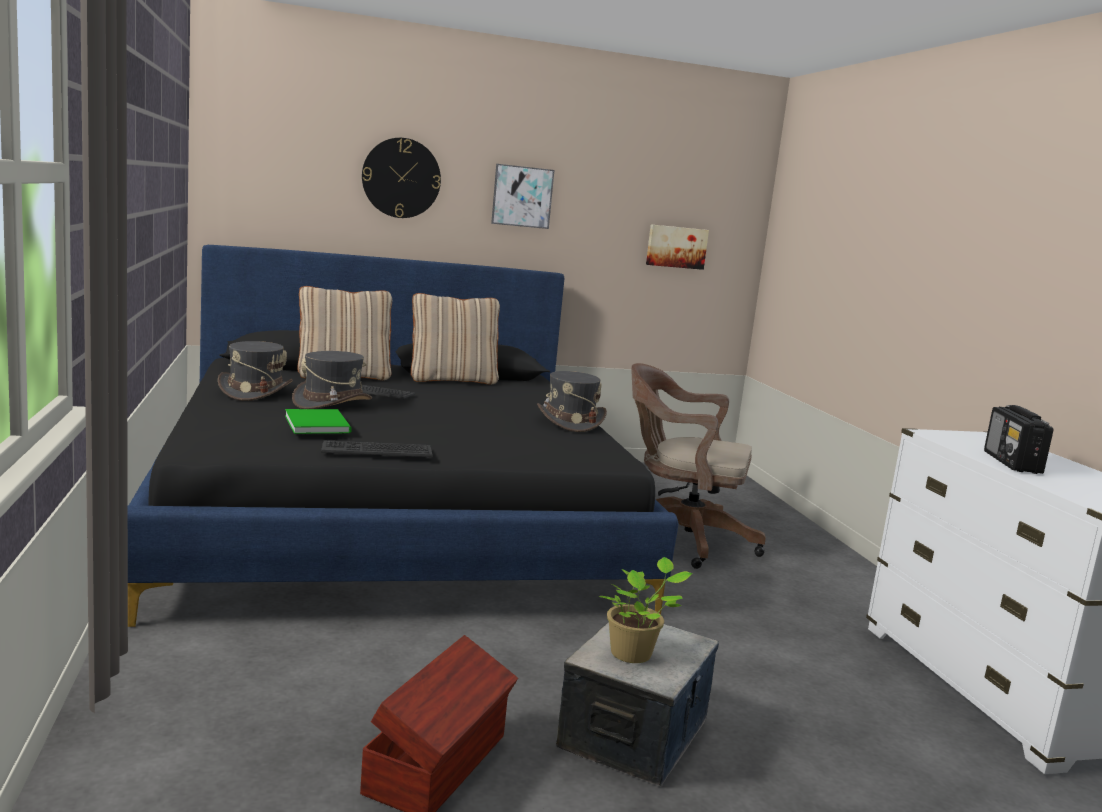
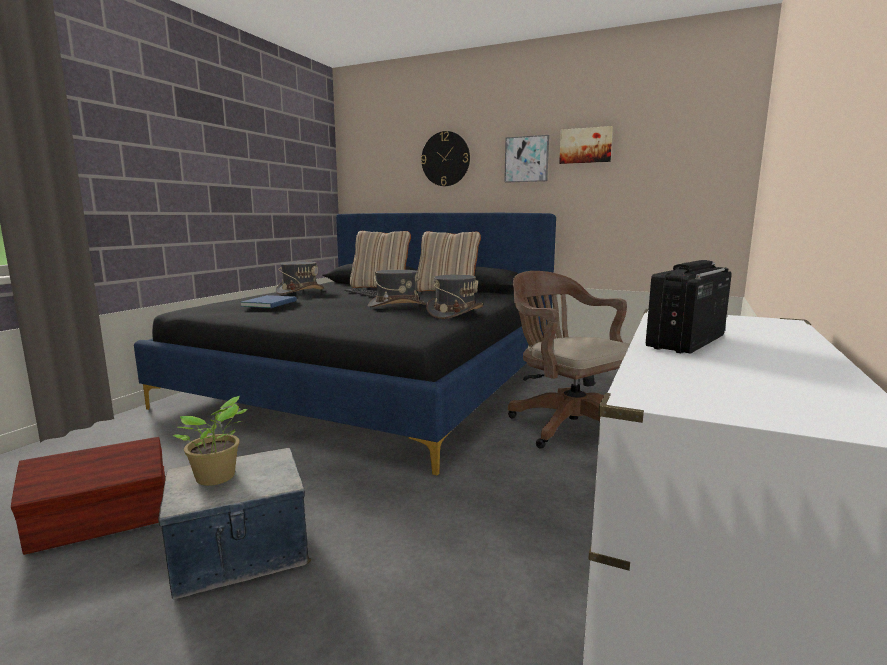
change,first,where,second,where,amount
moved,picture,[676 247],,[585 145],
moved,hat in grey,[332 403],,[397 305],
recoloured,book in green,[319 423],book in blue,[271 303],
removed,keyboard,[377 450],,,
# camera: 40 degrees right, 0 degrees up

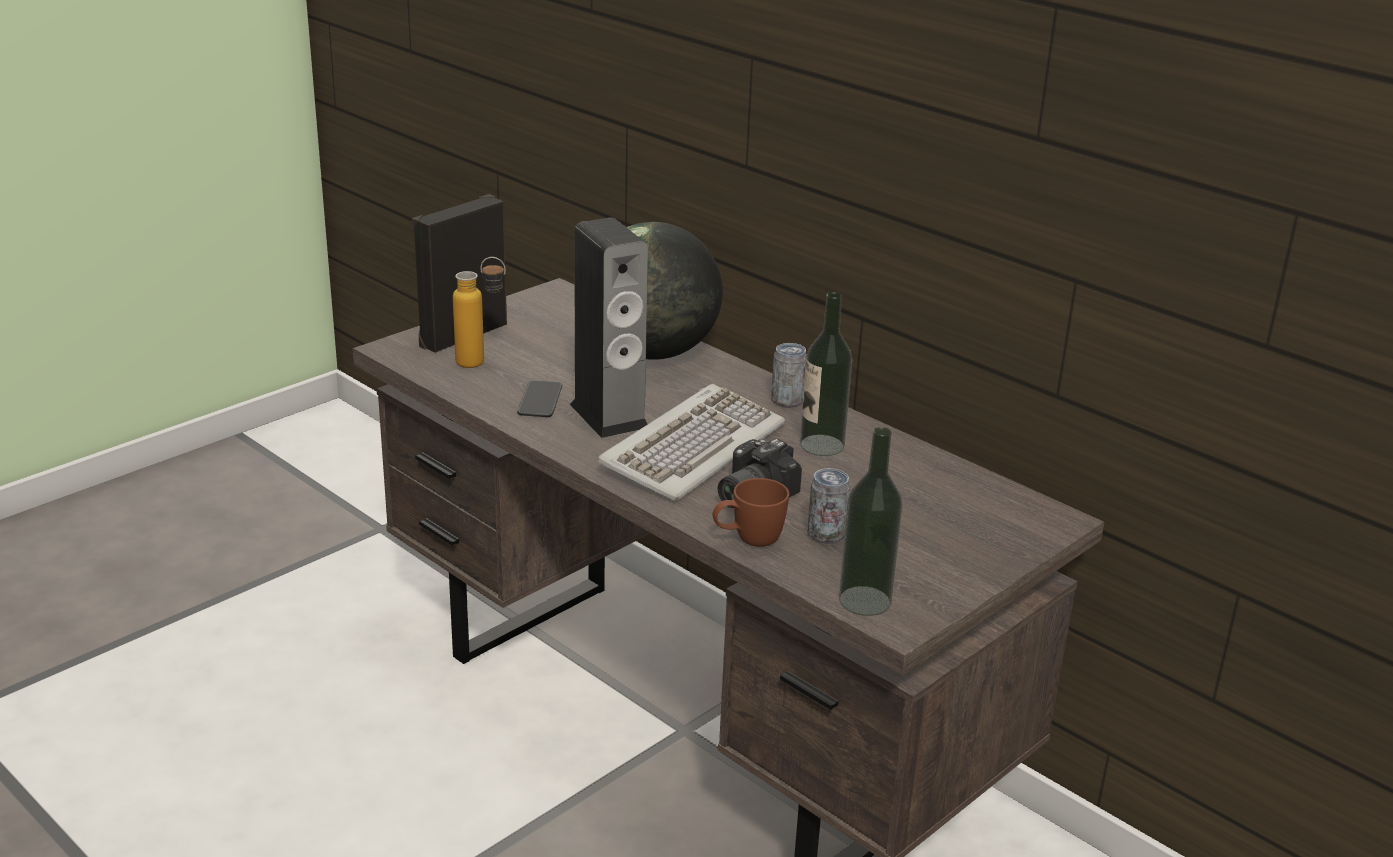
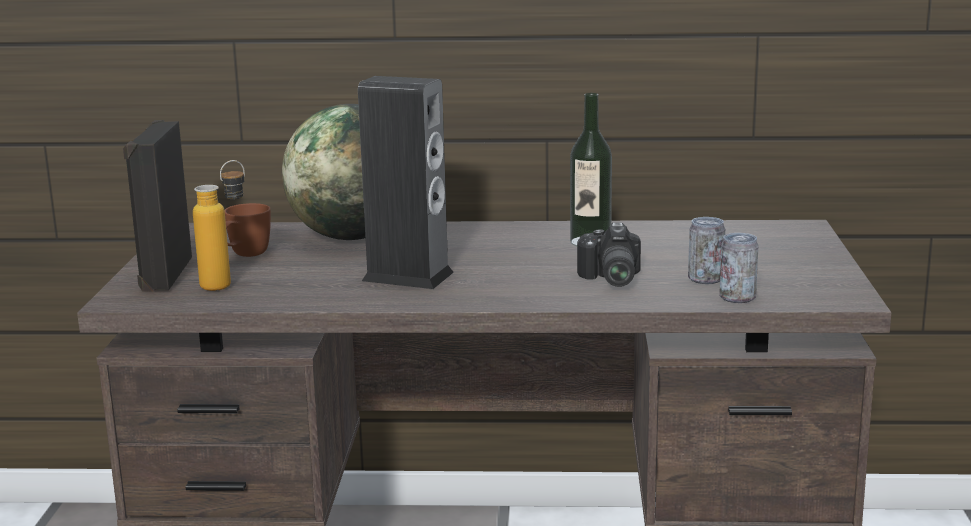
change,first,where,second,where,amount
moved,can,[787 401],,[737 297],
removed,phone,[540 400],,,
removed,keyboard,[692 448],,,
removed,bottle,[864 601],,,
moved,mug in brown,[748 541],,[245 256],
# camera: 40 degrees left, 10 degrees down

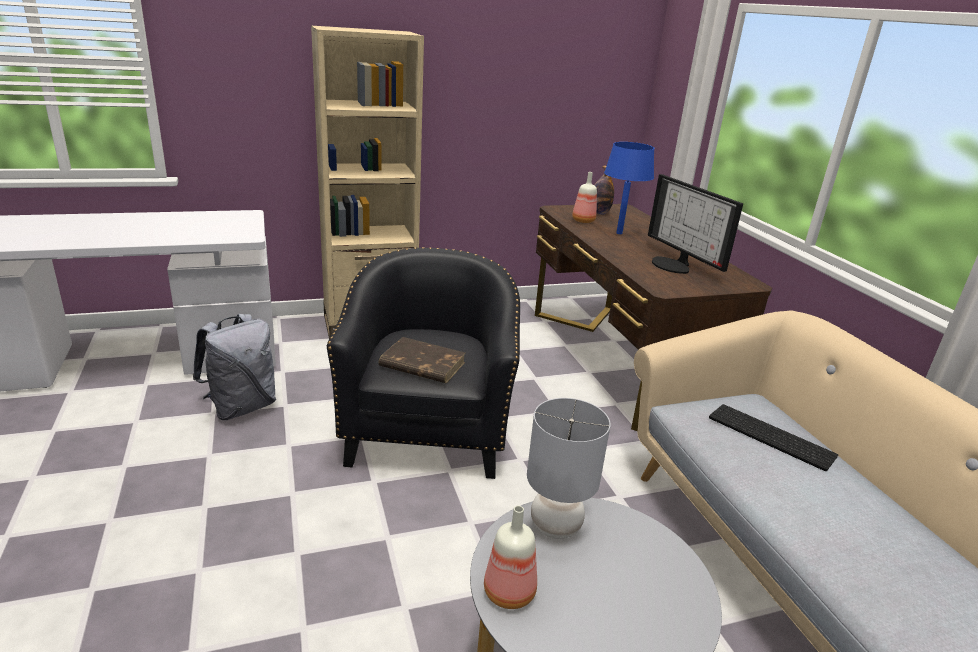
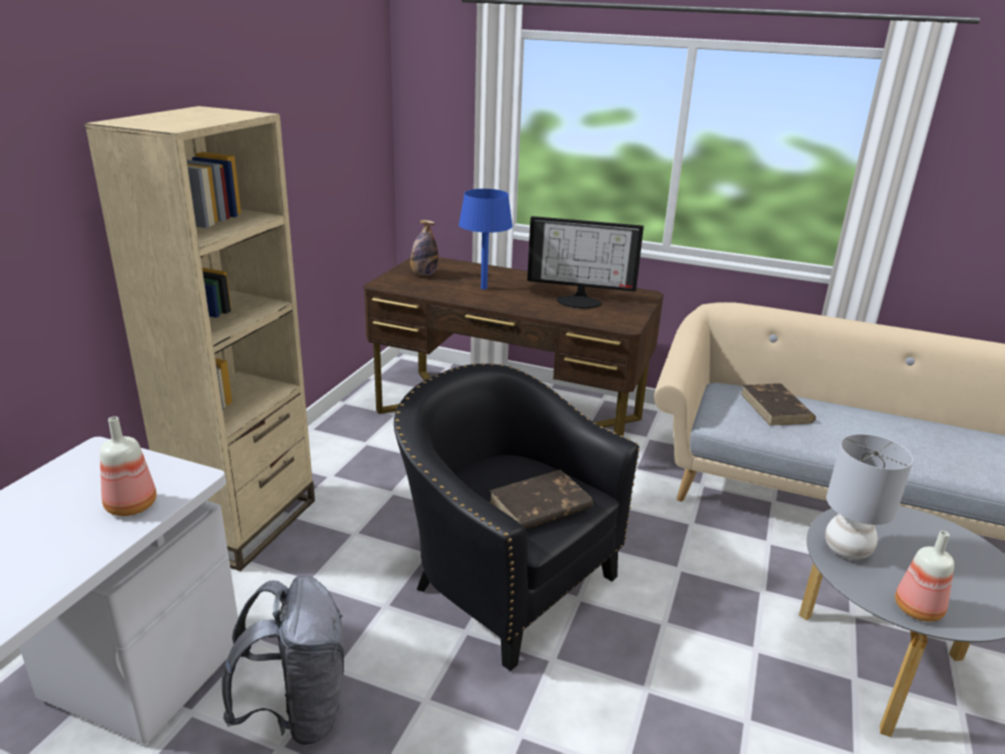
change,first,where,second,where,amount
moved,bottle,[582 221],,[130 507],
replaced,keyboard,[768 436],book in brown,[776 408],
# camera: 50 degrees left, 0 degrees up

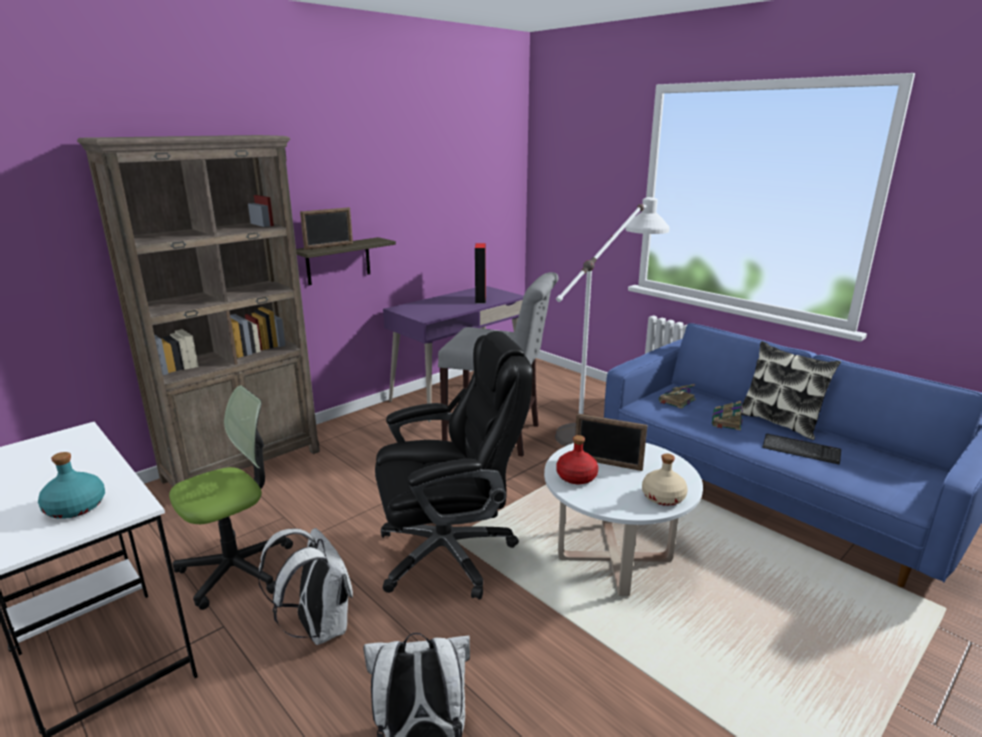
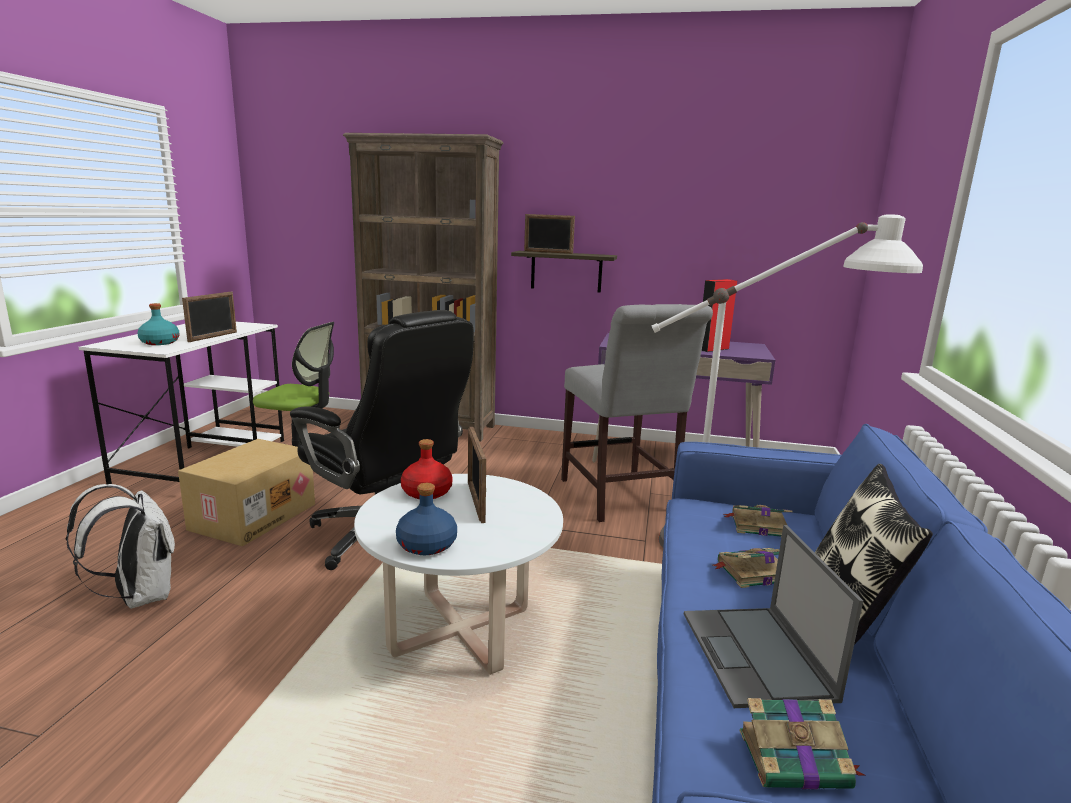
change,first,where,second,where,amount
replaced,keyboard,[800 450],laptop,[757 656],
recoloured,bottle in beige,[663 497],bottle in blue,[426 545],
replaced,backpack in white,[318 627],cardboard box,[253 516],
added,,,picture frame,[213 337],
added,,,book,[796 760],
# camera: 55 degrees right, 5 degrees down

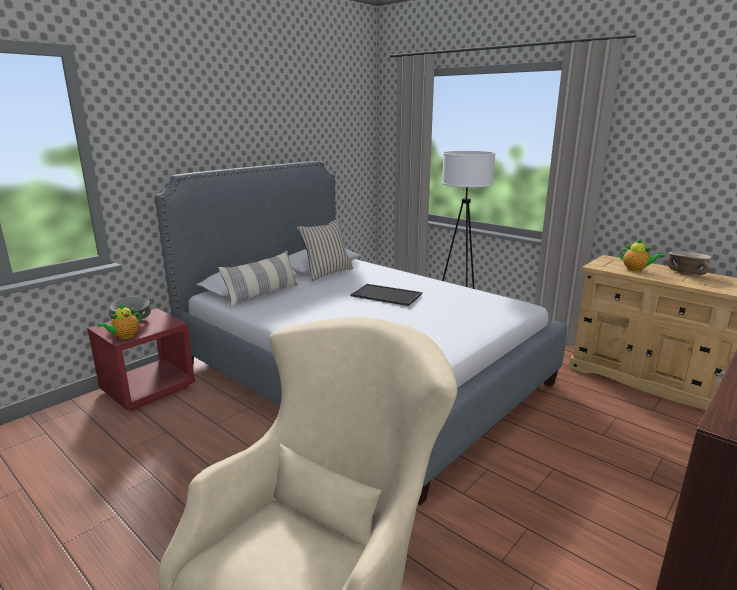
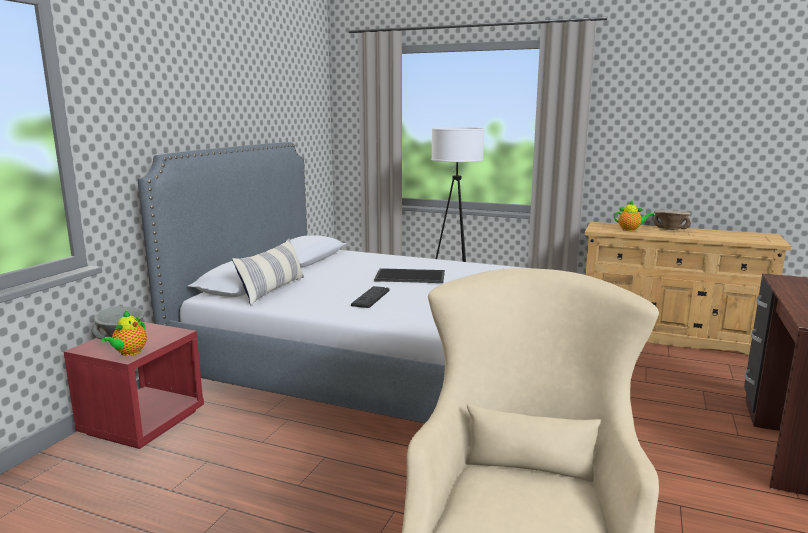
change,first,where,second,where,amount
removed,pillow in beige,[326 273],,,
added,,,keyboard,[371 298],
# camera: 20 degrees left, 5 degrees down

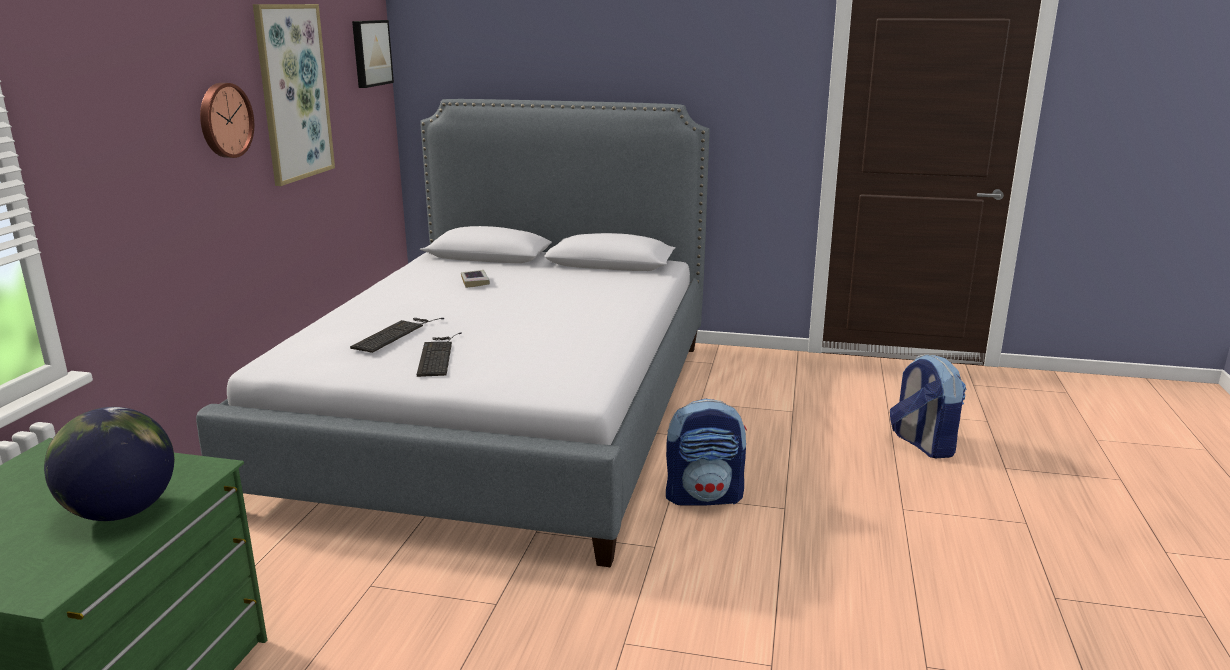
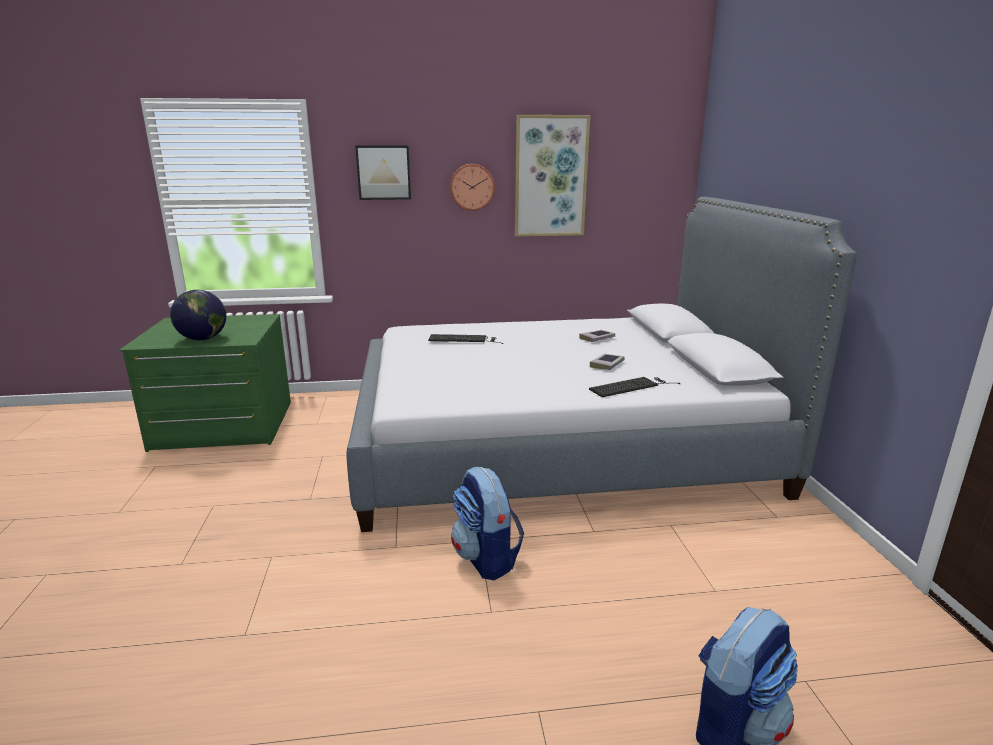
change,first,where,second,where,amount
moved,picture,[370 53],,[384 172],
moved,keyboard,[437 355],,[632 386],
added,,,book,[607 364],
# camera: 70 degrees right, 0 degrees up

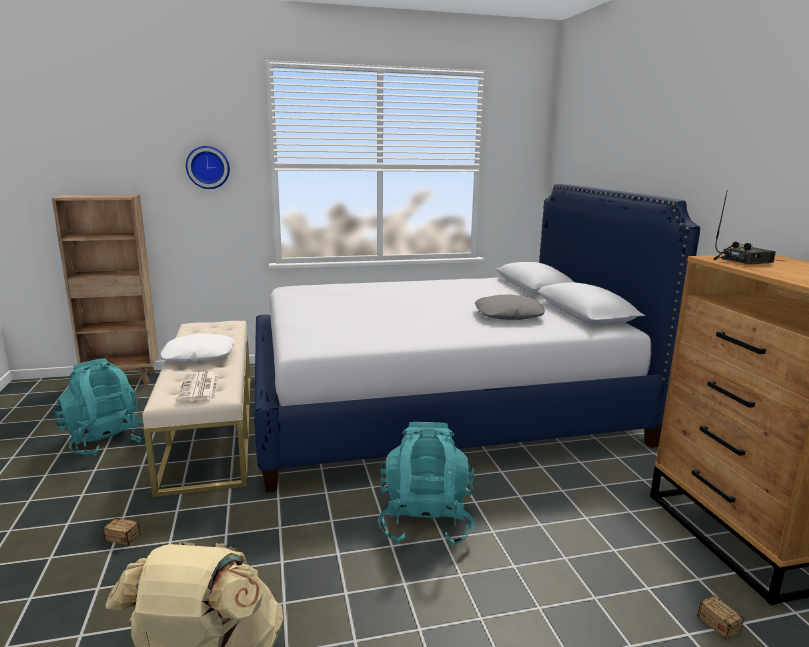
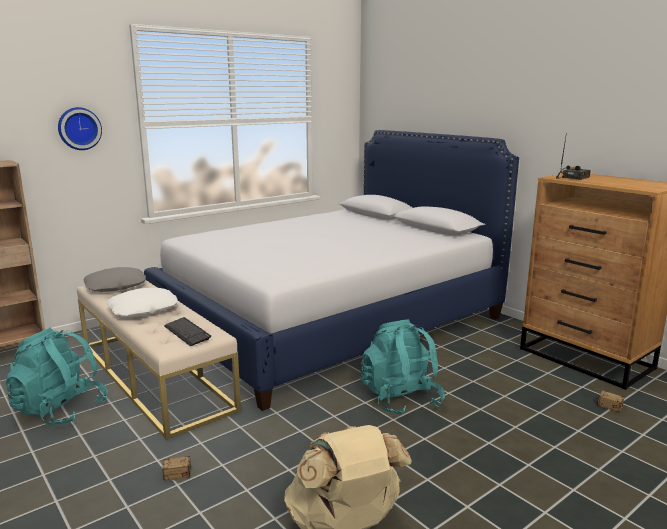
change,first,where,second,where,amount
moved,pillow in grey,[508 315],,[115 286],
replaced,newspaper,[200 388],keyboard,[187 333],
# camera: 25 degrees left, 0 degrees up

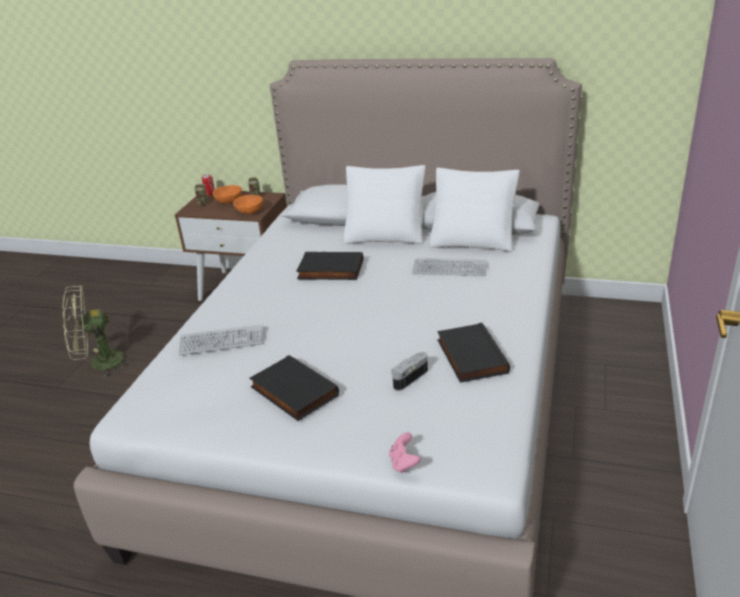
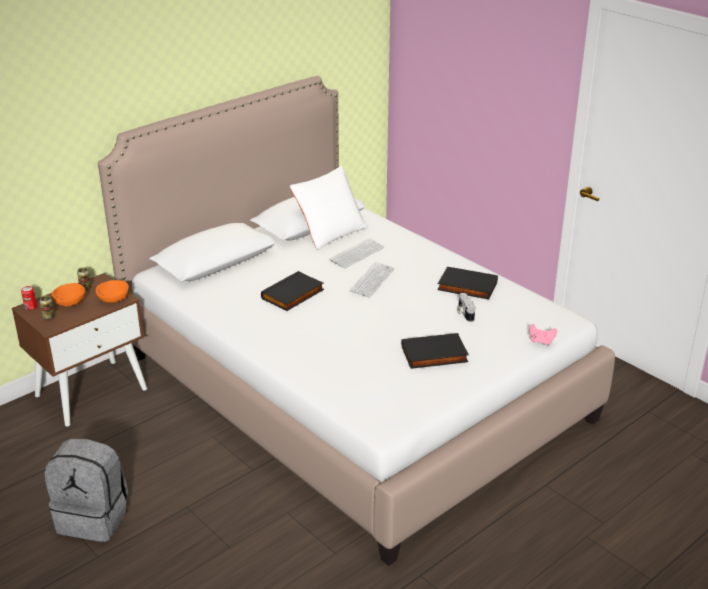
change,first,where,second,where,amount
removed,pillow in white,[386 233],,,
replaced,fan in green,[99 364],backpack in grey,[94 518],
moved,keyboard,[221 341],,[372 280],
# camera: 60 degrees left, 0 degrees up

